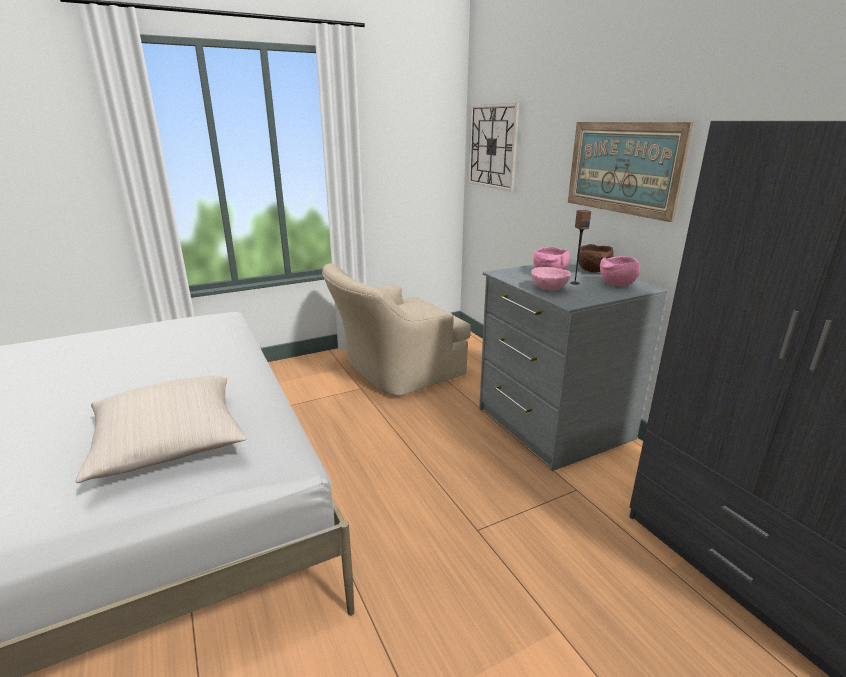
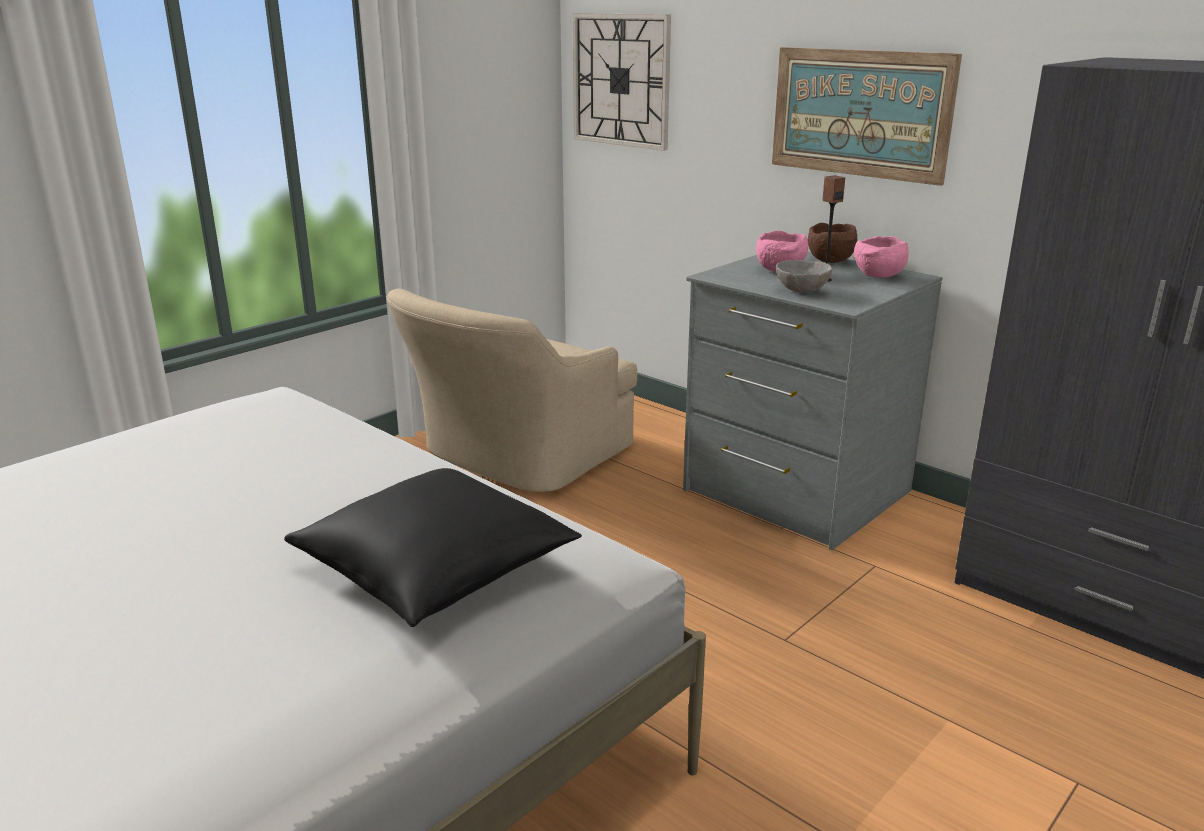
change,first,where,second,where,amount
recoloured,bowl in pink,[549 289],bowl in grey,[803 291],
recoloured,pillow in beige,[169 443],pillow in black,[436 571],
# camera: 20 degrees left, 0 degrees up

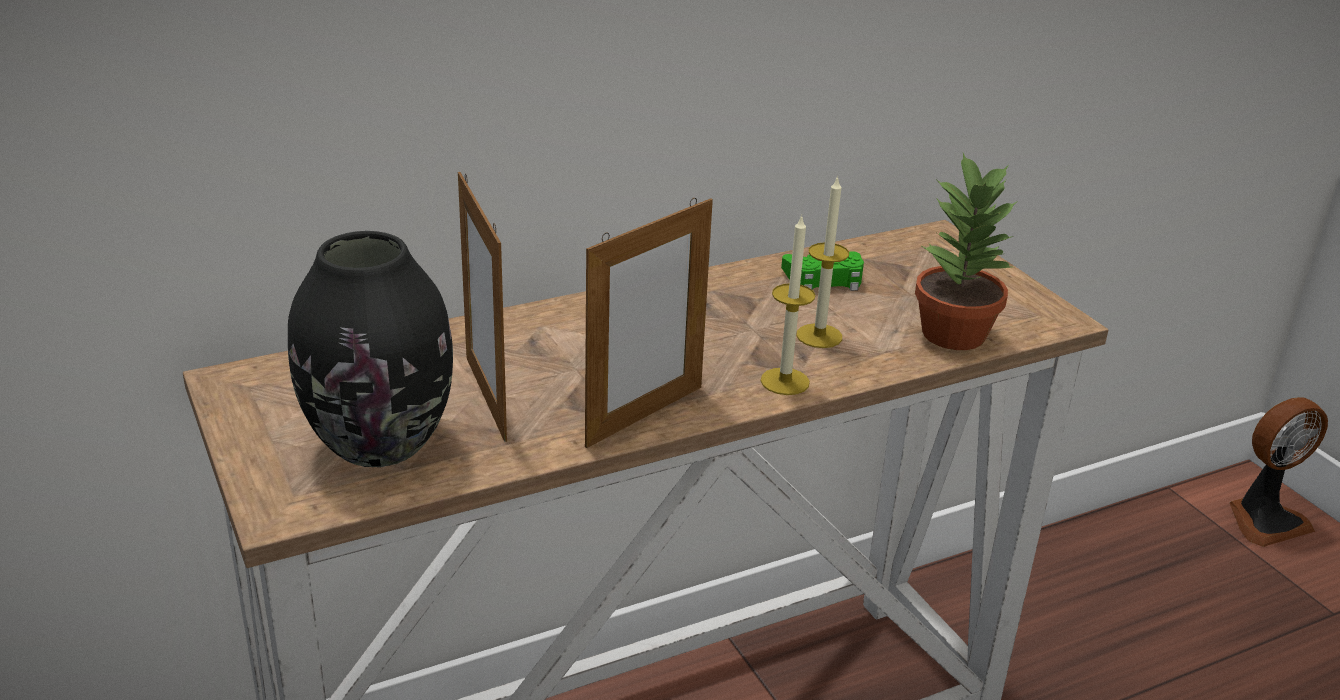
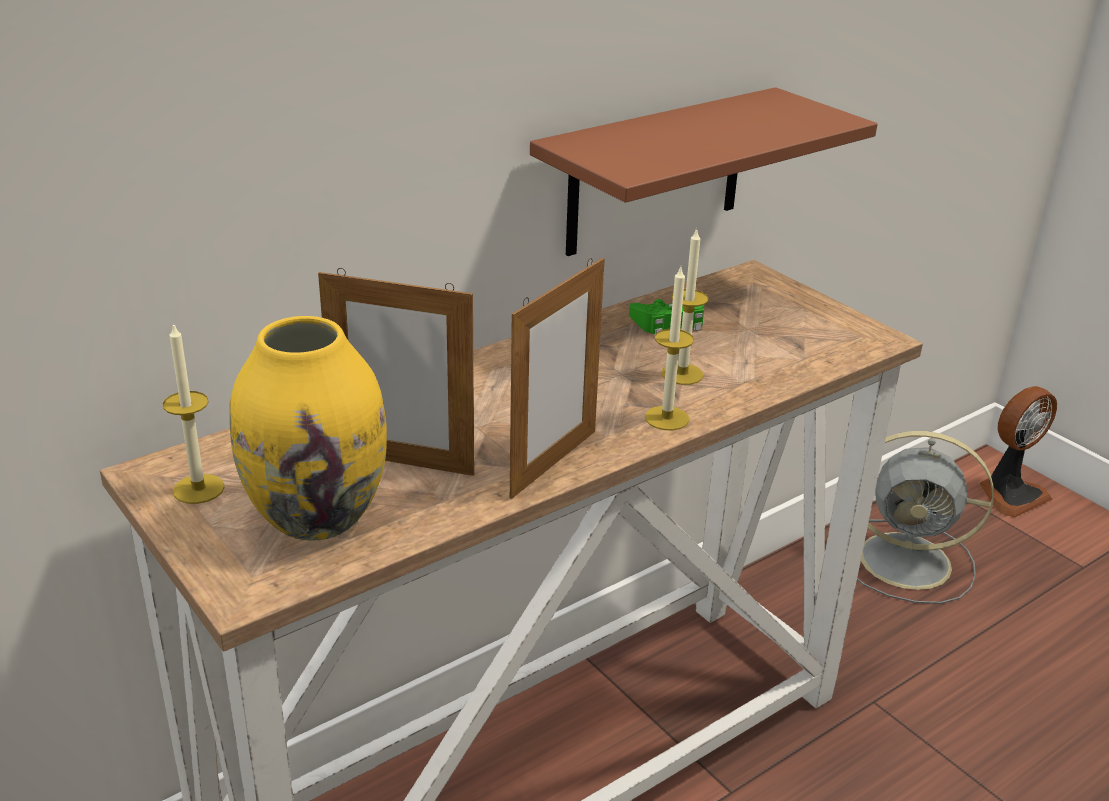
change,first,where,second,where,amount
removed,potted plant,[954 333],,,
turned,picture frame,[486 397],,[402 462],45 degrees counterclockwise
recoloured,vase in black,[380 441],vase in yellow,[317 515],
added,,,shelf in brown,[656 172],
added,,,candle,[198 489],
added,,,fan in grey,[909 561],
# camera: 10 degrees left, 0 degrees up

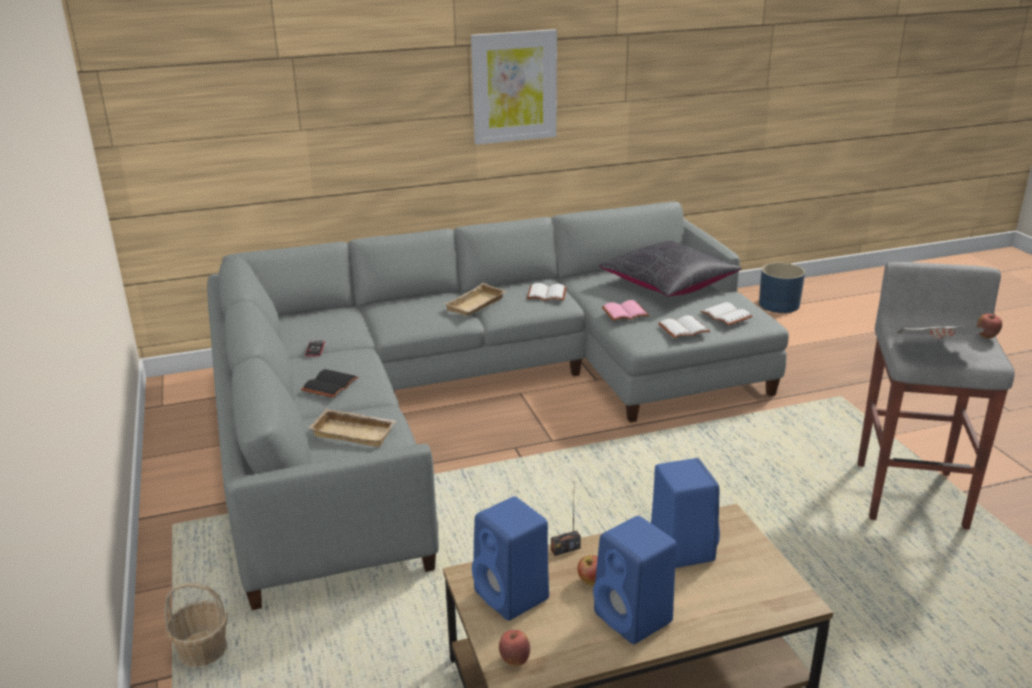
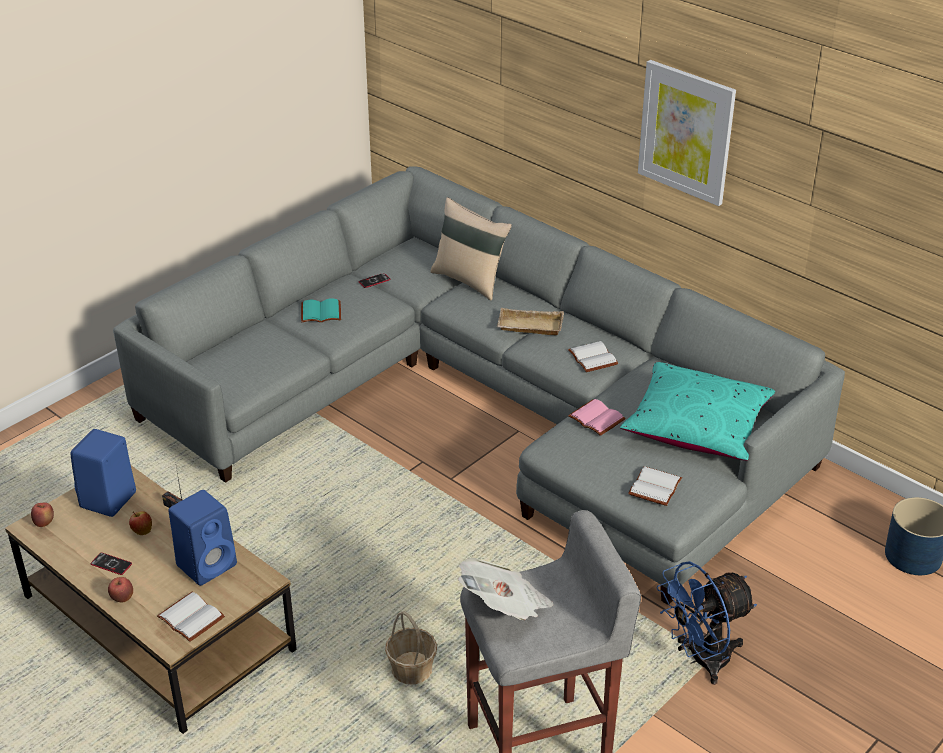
change,first,where,second,where,amount
recoloured,pillow in black,[668 284],pillow in turquoise,[696 427],
moved,apple,[986 337],,[122 598],
moved,book in white,[683 328],,[193 617],
recoloured,book in black,[329 384],book in turquoise,[321 312],
removed,tray in beige,[355 432],,,
replaced,speaker in blue,[635 619],phone,[111 564],
moved,basket,[202 650],,[412 669],
added,,,pillow in beige,[470 280],
added,,,fan in blue,[701 660],
# camera: 60 degrees right, 10 degrees up

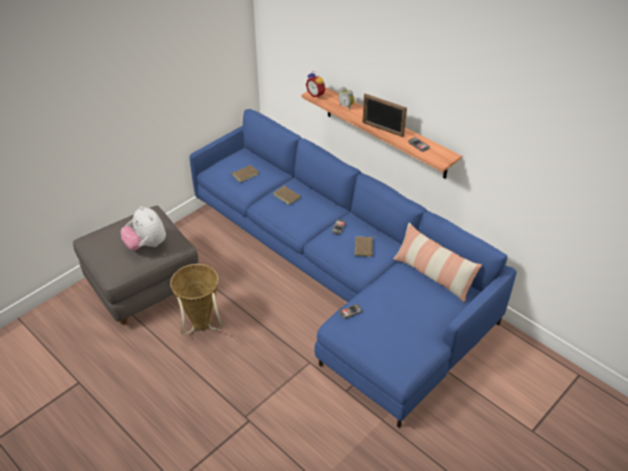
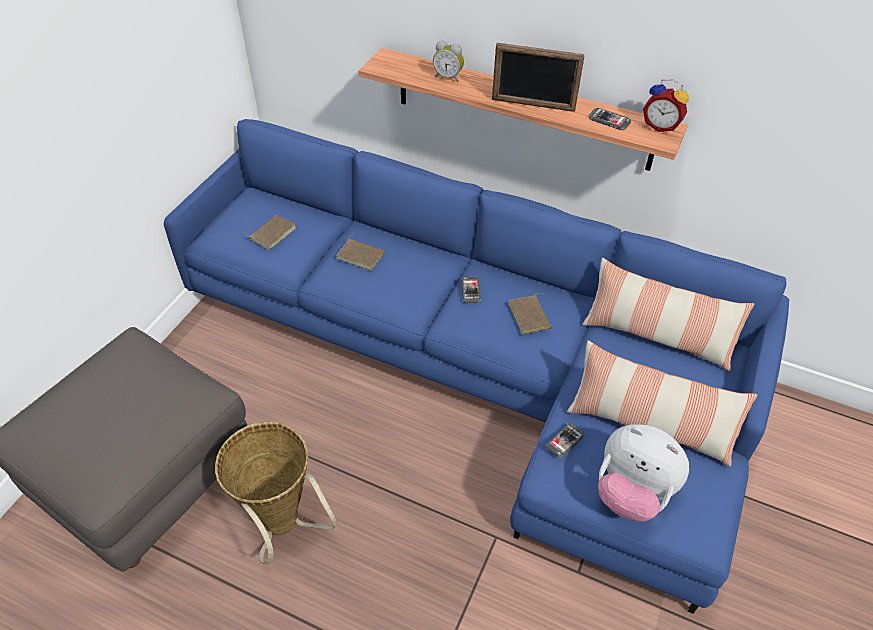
change,first,where,second,where,amount
moved,alarm clock,[316 95],,[661 126],
moved,plush toy,[146 245],,[631 493],
added,,,pillow,[650 424],
# camera: 20 degrees left, 5 degrees up

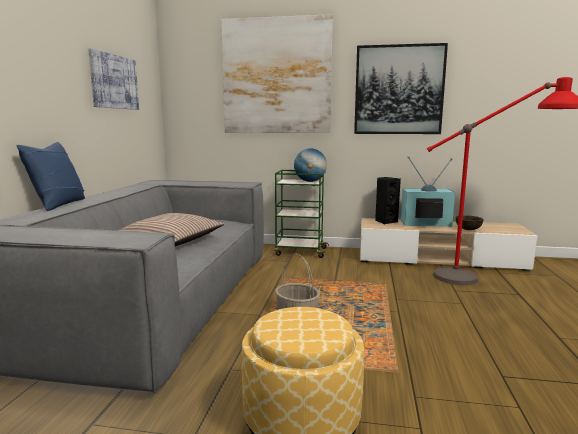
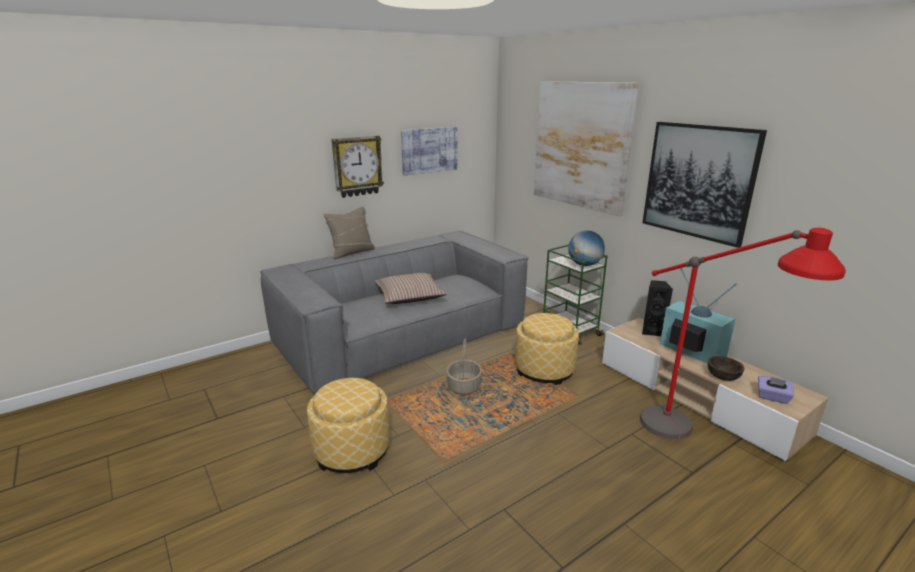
change,first,where,second,where,amount
recoloured,pillow in blue,[58 204],pillow in beige,[352 252],
added,,,wall clock,[357 166],
added,,,ottoman,[544 370],
added,,,tissue box in purple,[772 397],
# camera: 45 degrees right, 10 degrees up

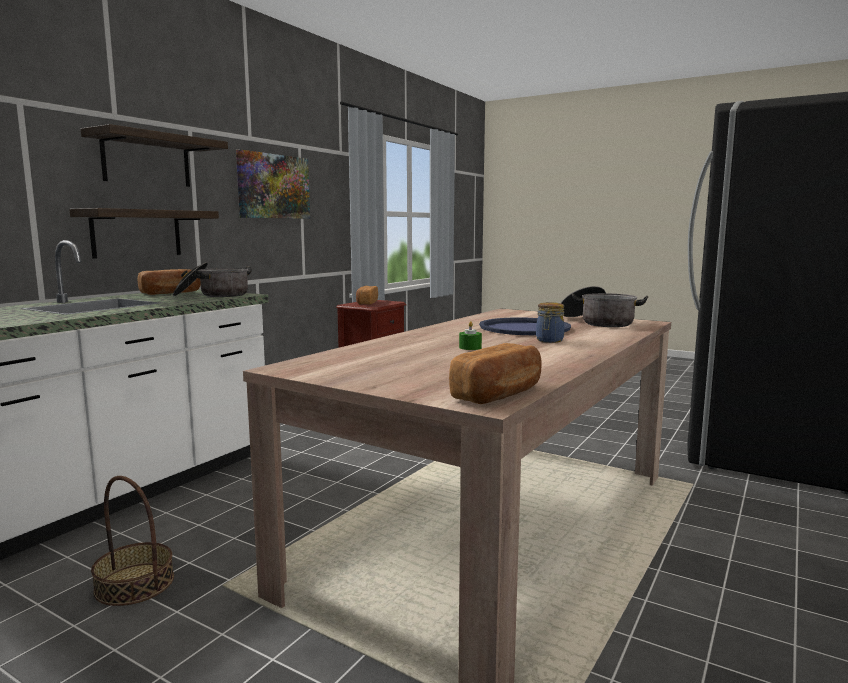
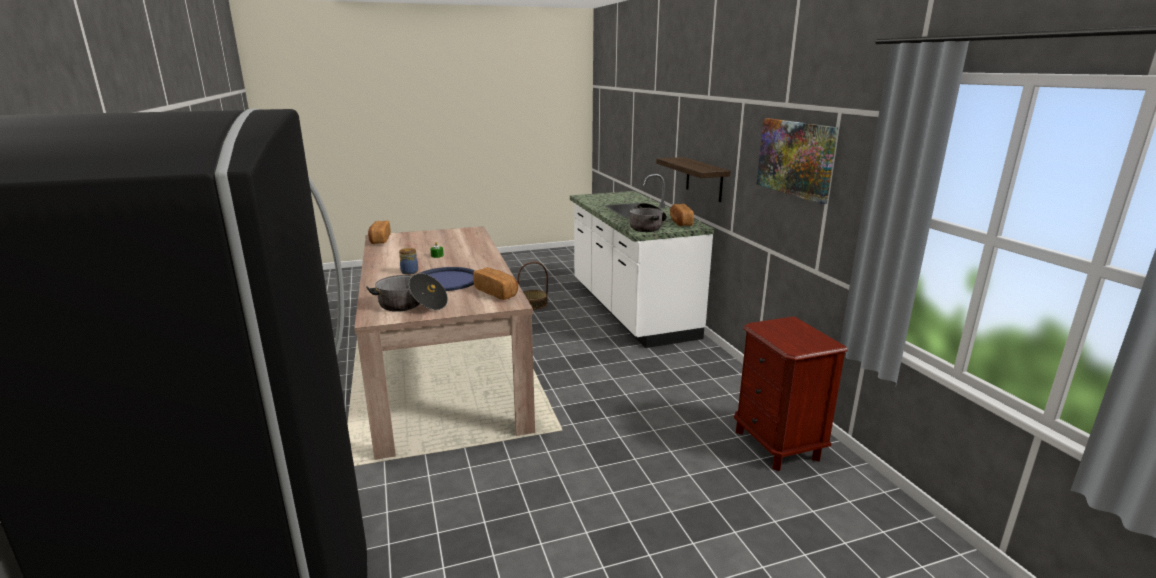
change,first,where,second,where,amount
removed,shelf,[147 160],,,
moved,bread,[366 303],,[497 292],
# camera: 130 degrees right, 10 degrees up

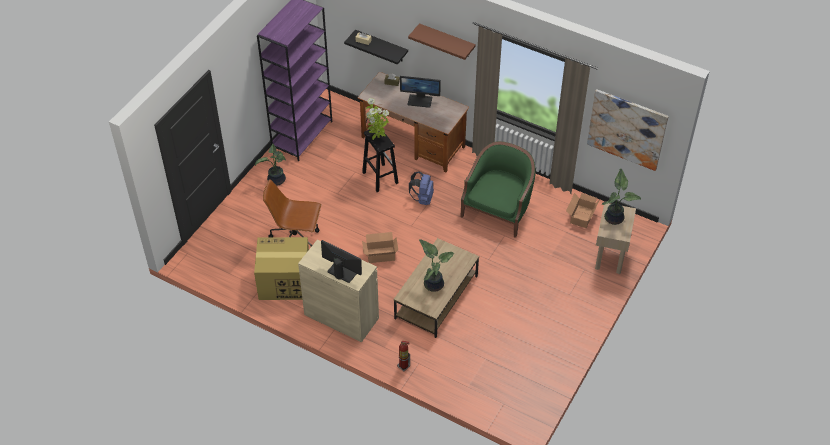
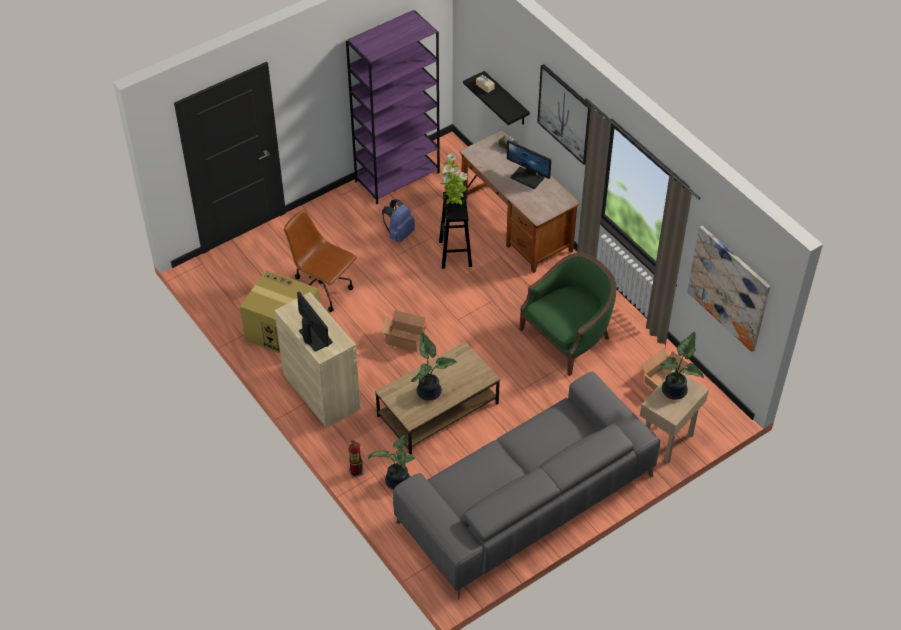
change,first,where,second,where,amount
replaced,shelf in brown,[447 41],picture,[565 114],
moved,potted plant,[276 181],,[397 483],
moved,backpack in blue,[422 198],,[399 234],
added,,,sofa in grey,[526 499],
# camera: 25 degrees right, 0 degrees up

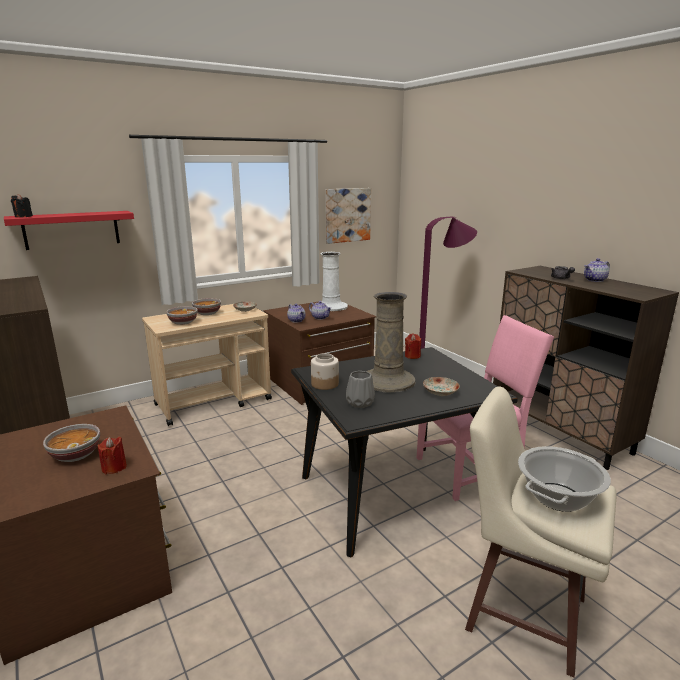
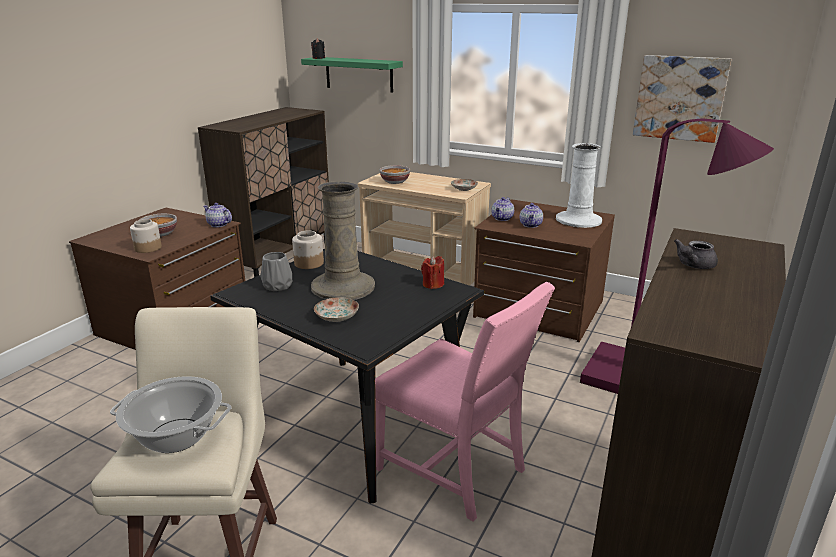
change,first,where,second,where,amount
recoloured,shelf in red,[72 230],shelf in green,[359 74],
moved,teapot,[595 280],,[218 224],
removed,bowl,[207 313],,,
replaced,candle in red,[114 467],jar,[148 248],
# camera: 60 degrees right, 5 degrees up

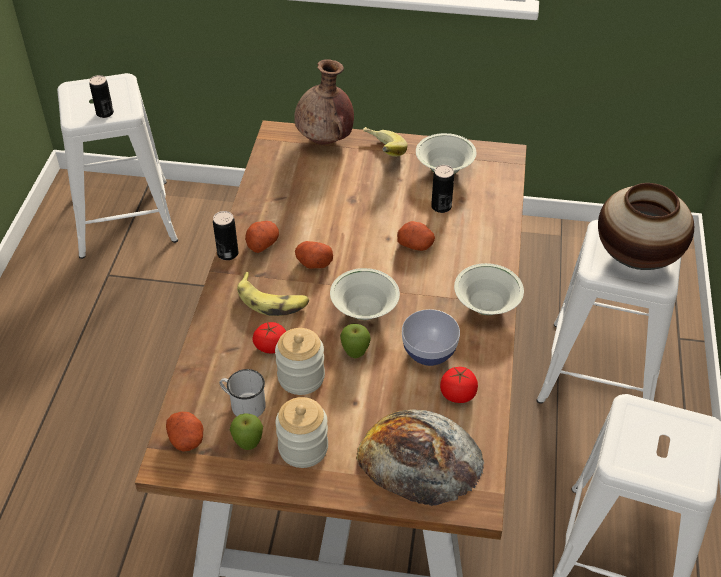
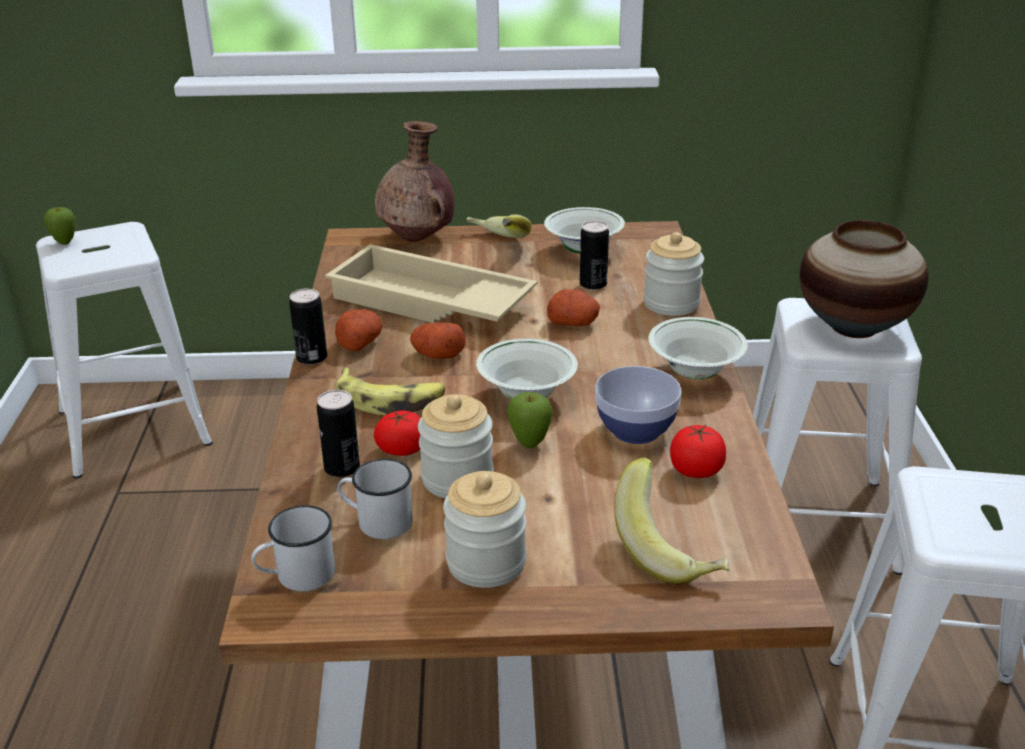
change,first,where,second,where,amount
moved,can,[105 113],,[342 468],
replaced,bread,[420 457],banana,[670 550],
replaced,potato,[187 439],mug in white,[297 576],
moved,apple,[248 445],,[65 242],
added,,,jar,[671 303],
added,,,tray in beige,[428 303],
# camera: 10 degrees left, 15 degrees down

